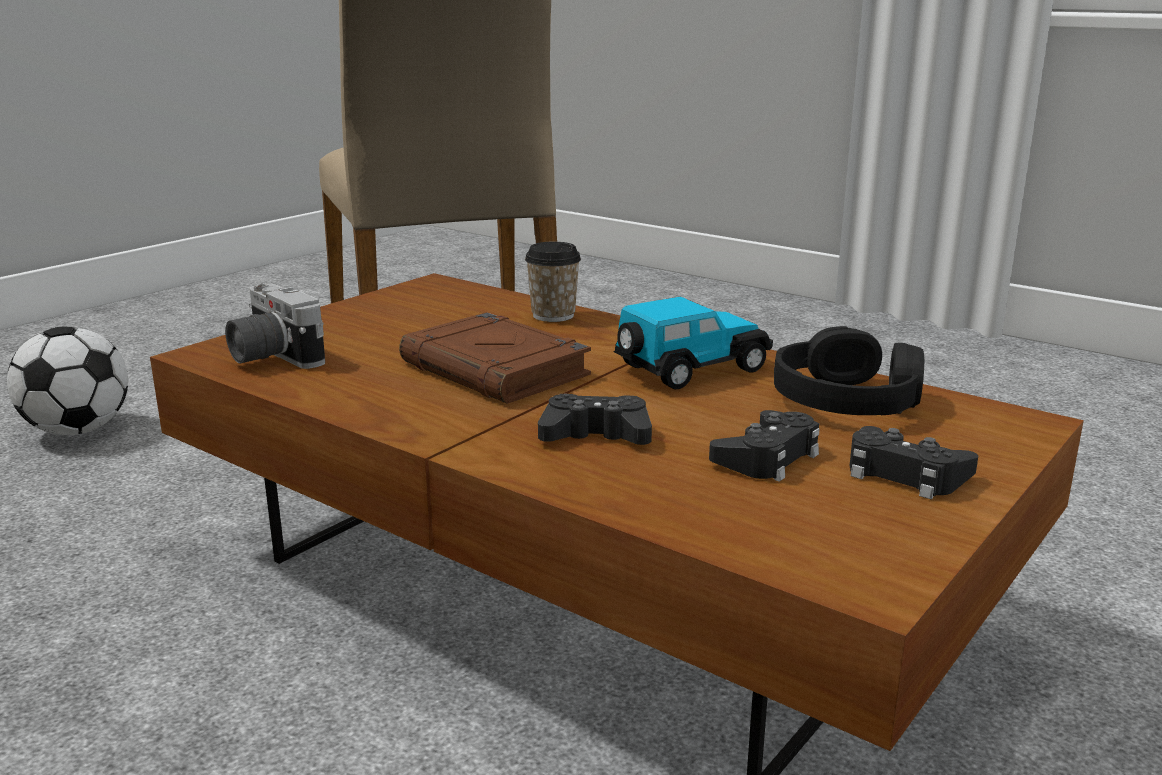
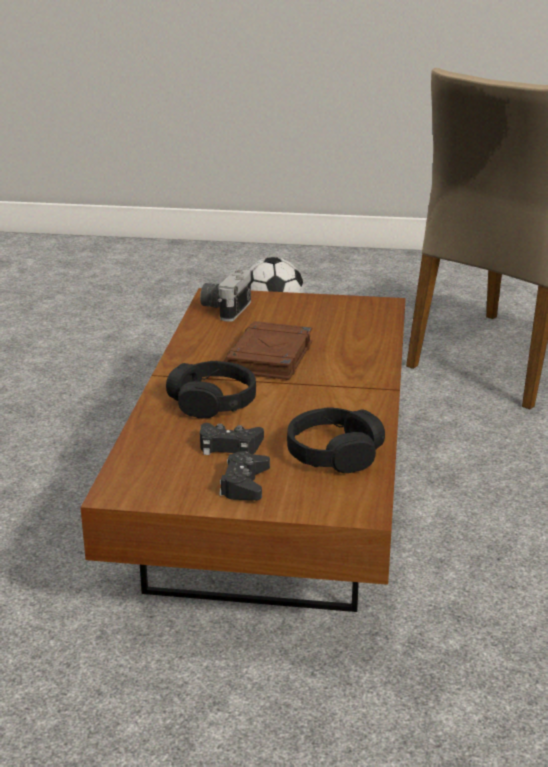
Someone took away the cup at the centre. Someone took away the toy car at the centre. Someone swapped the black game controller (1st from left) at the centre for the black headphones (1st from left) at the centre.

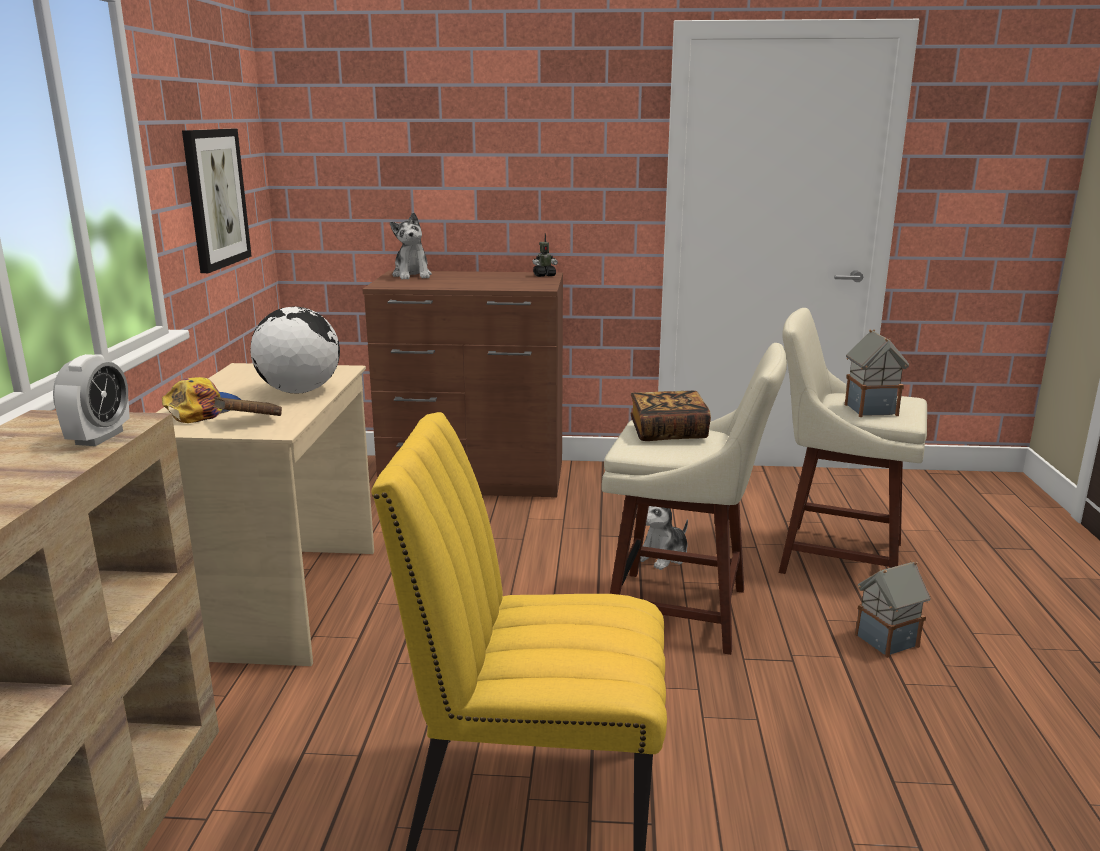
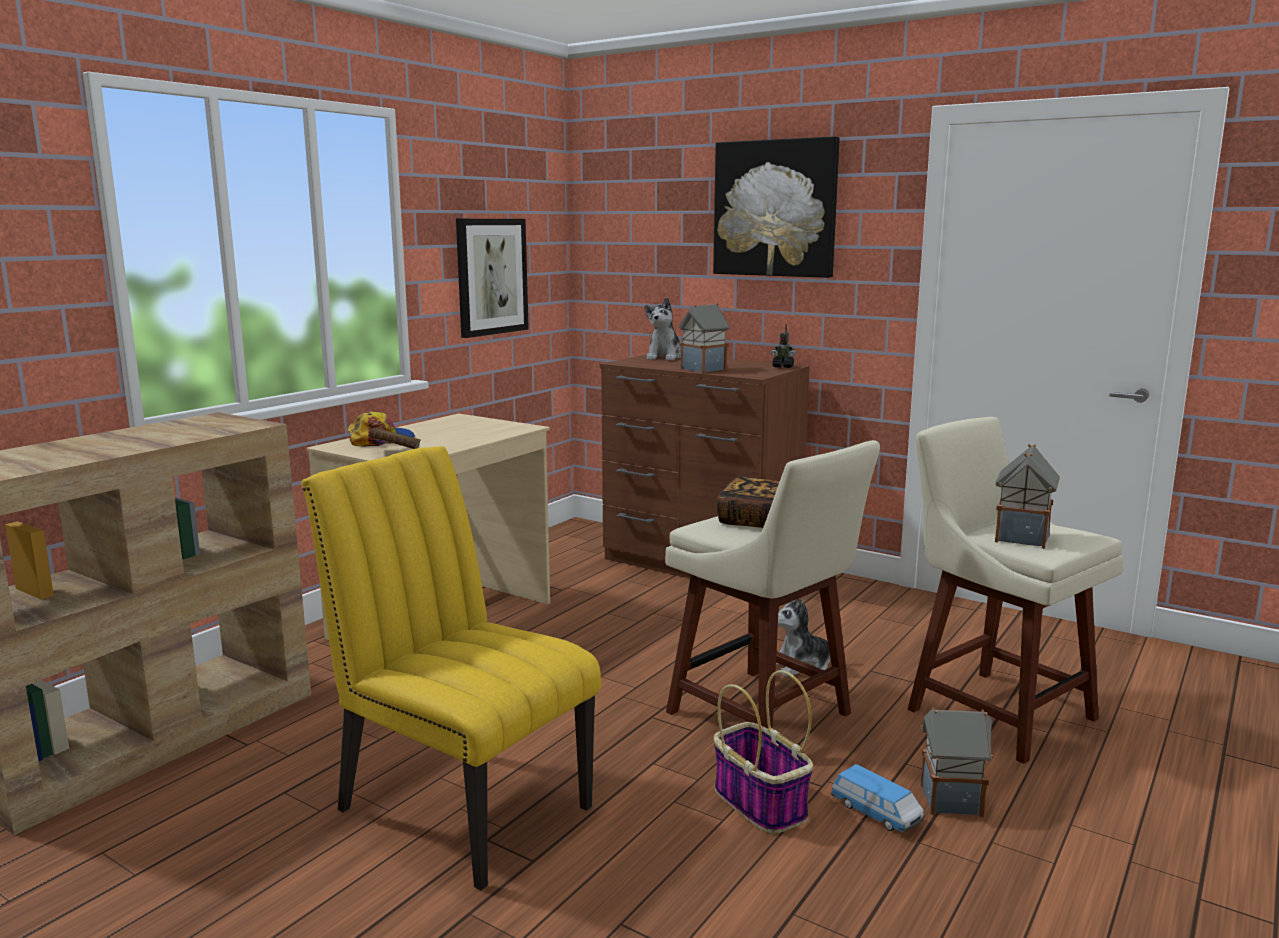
Someone took away the globe at the middle left. Someone took away the alarm clock at the middle left. Someone put up the picture (2nd from left) at the top centre. Someone put down the toy house (1st from left) at the centre. Someone put down the basket at the bottom centre. Someone put down the toy car at the bottom right.

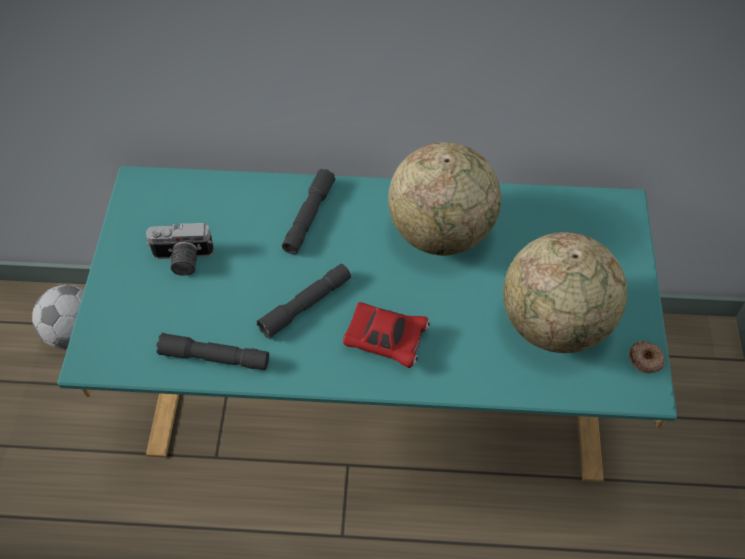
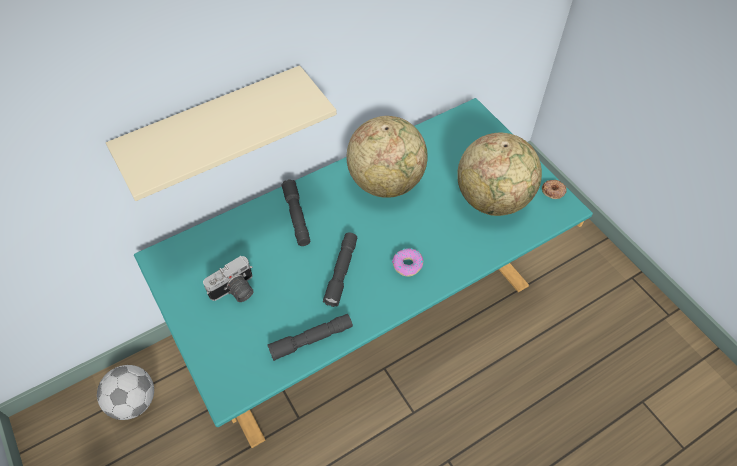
Someone swapped the red toy car at the centre for the donut (1st from left) at the centre. Someone put up the beige shelf at the top left.

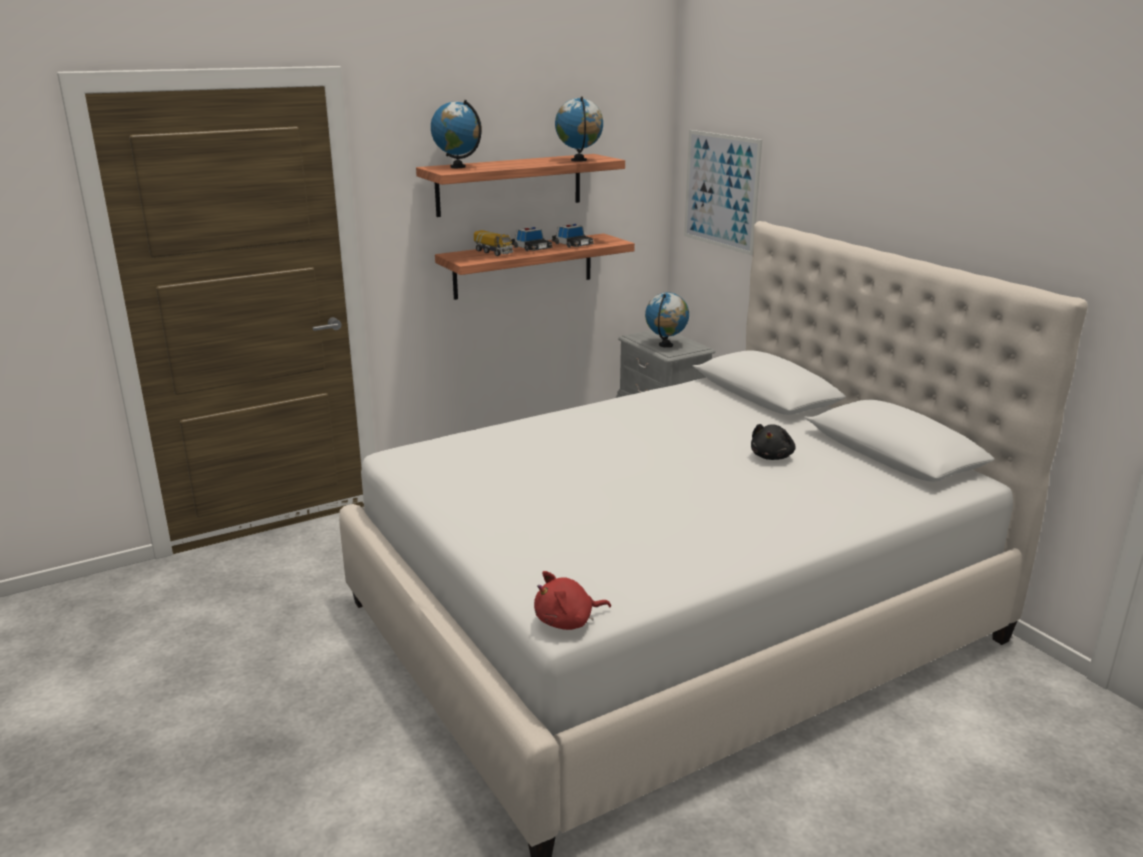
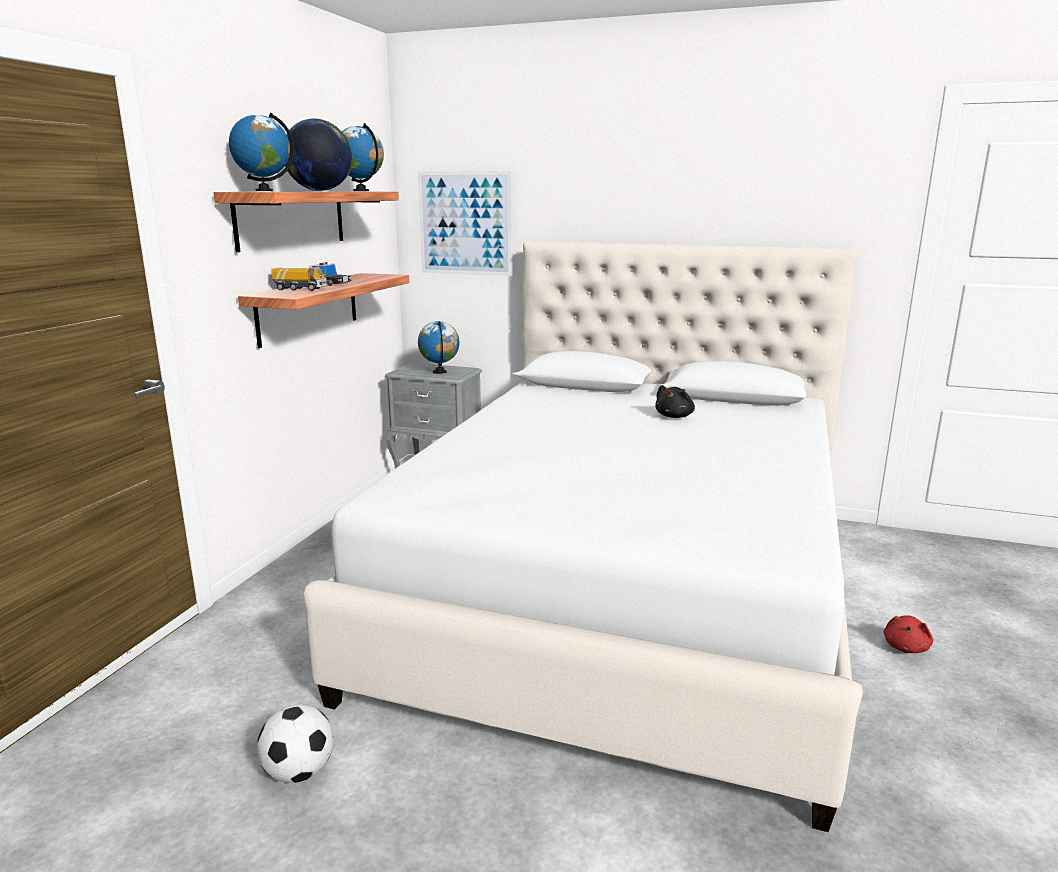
Someone took away the toy car (2nd from left) at the top centre. Someone rotated the black plush toy at the middle right by 45 degrees clockwise. Someone carried the red plush toy from the bottom centre to the bottom right. Someone put down the globe (2nd from left) at the top left. Someone put down the football at the bottom left.

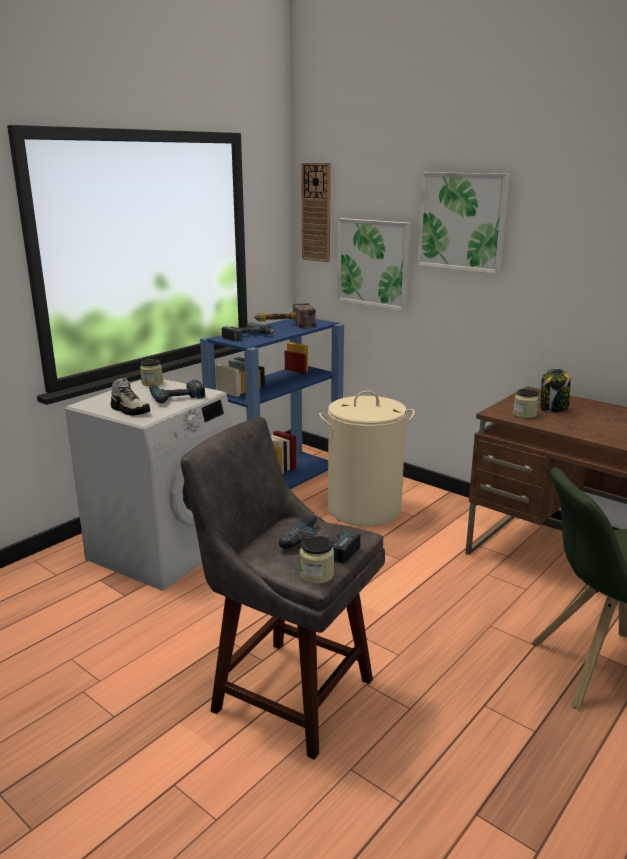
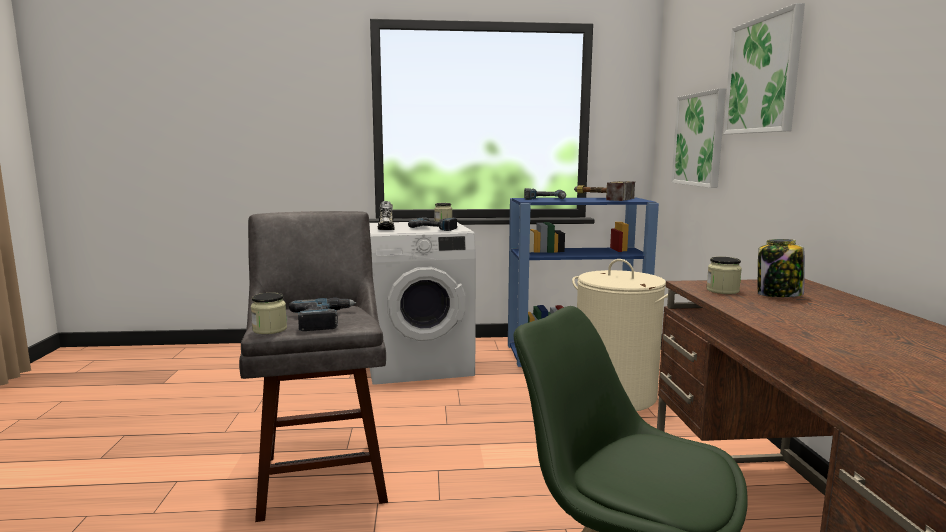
Someone took away the wall clock at the top centre.

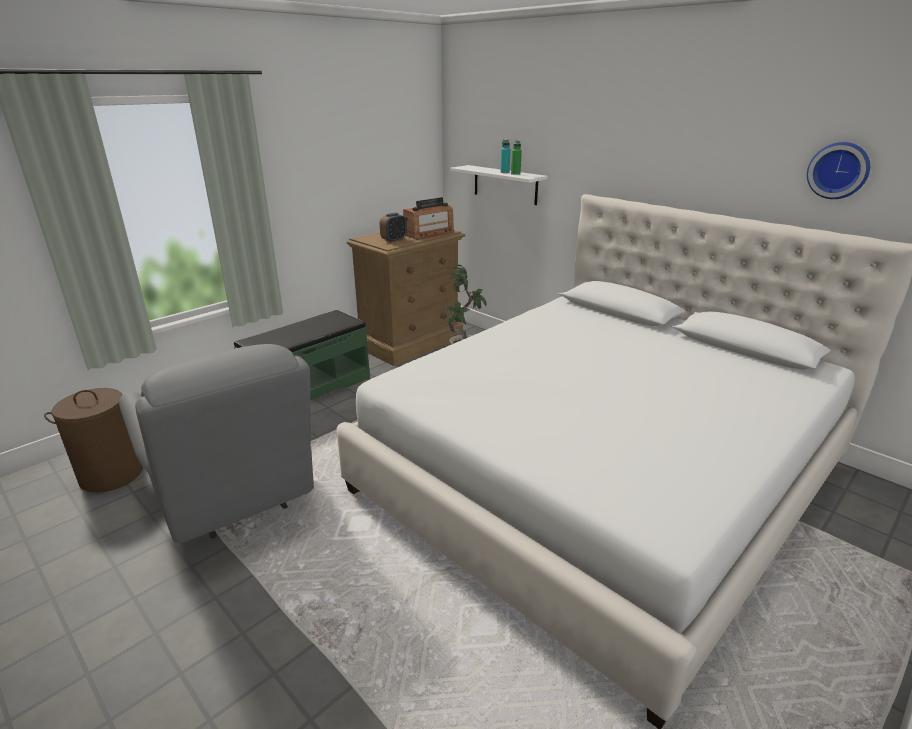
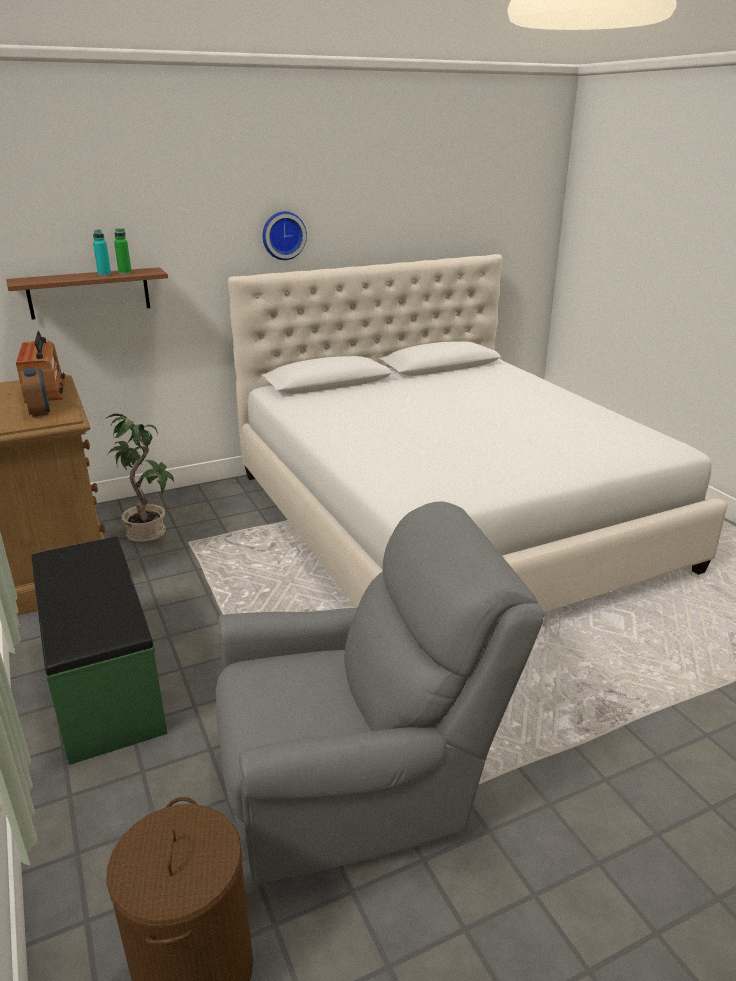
Someone carried the wall clock from the top right to the top centre. Someone repainted the white shelf at the top centre, which became the brown shelf at the top left.

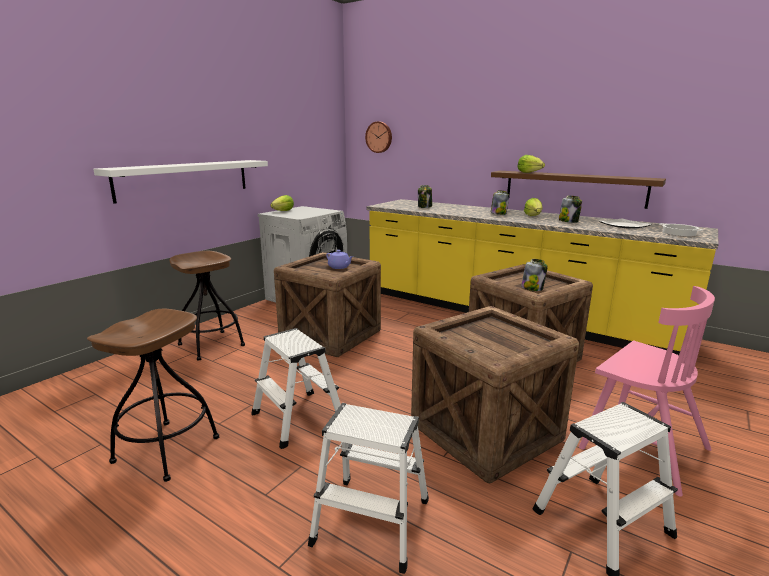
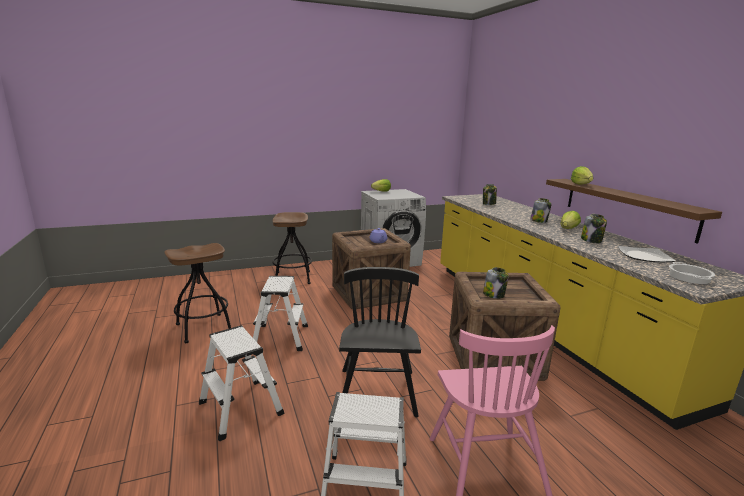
Someone took away the wall clock at the top centre. Someone took away the white shelf at the top left. Someone swapped the crate (2nd from left) at the bottom centre for the black chair at the bottom centre.

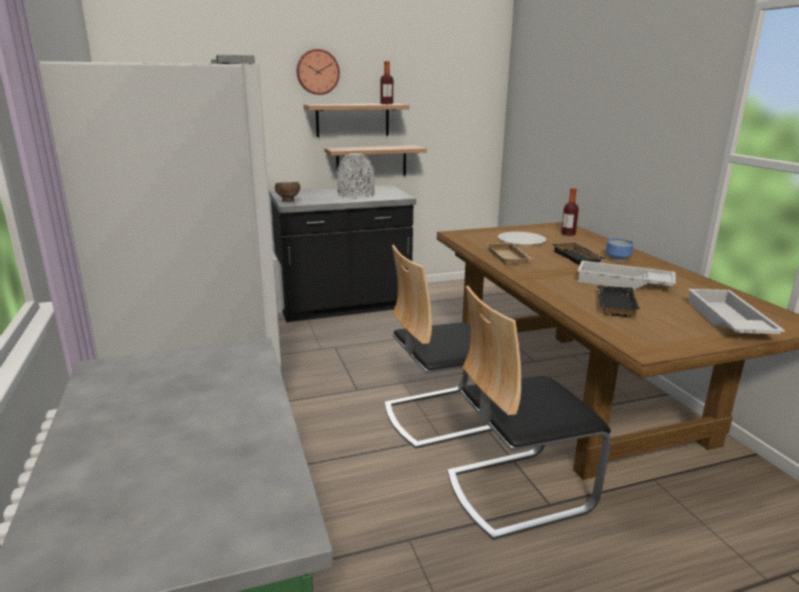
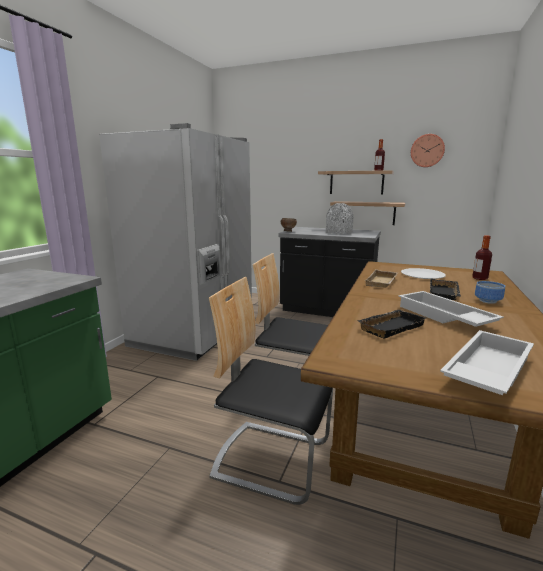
Someone carried the wall clock from the top centre to the top right.

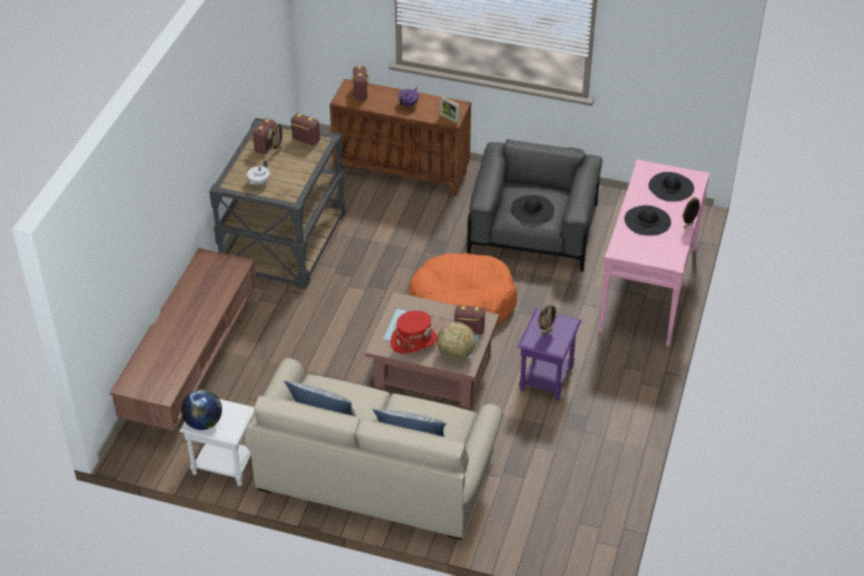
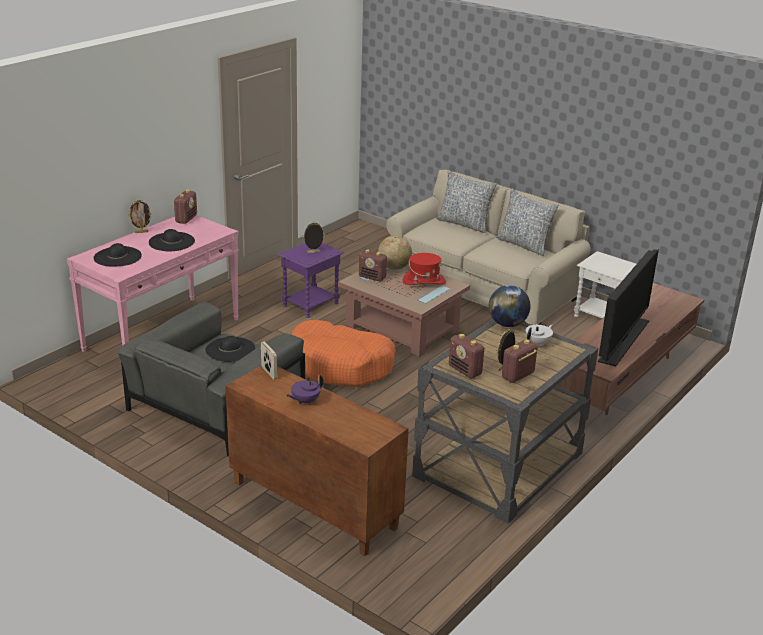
Someone carried the radio (3rd from left in the first image) from the top centre to the top left. Someone carried the globe (1st from left in the first image) from the bottom left to the middle right. Someone put down the television at the middle right.

